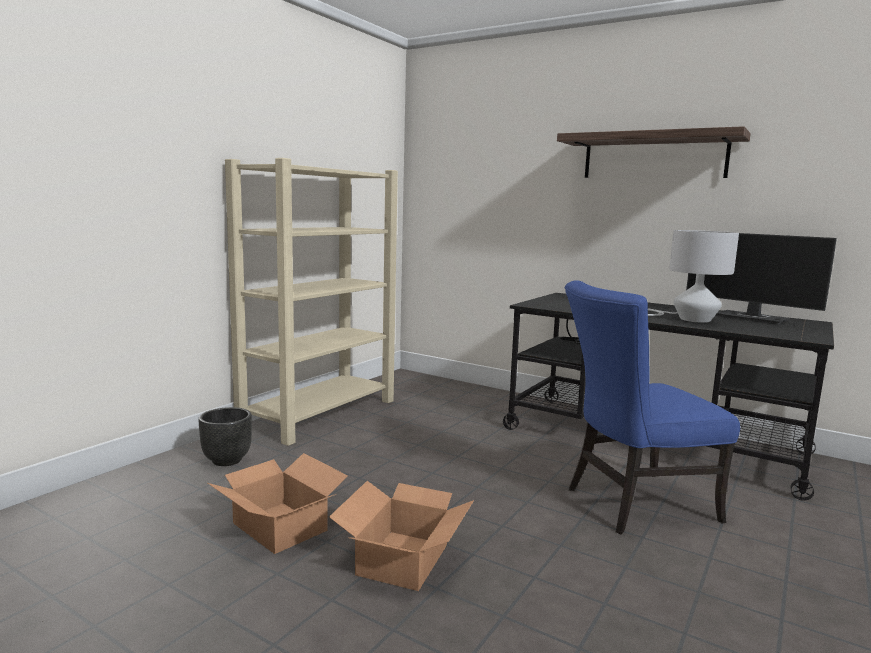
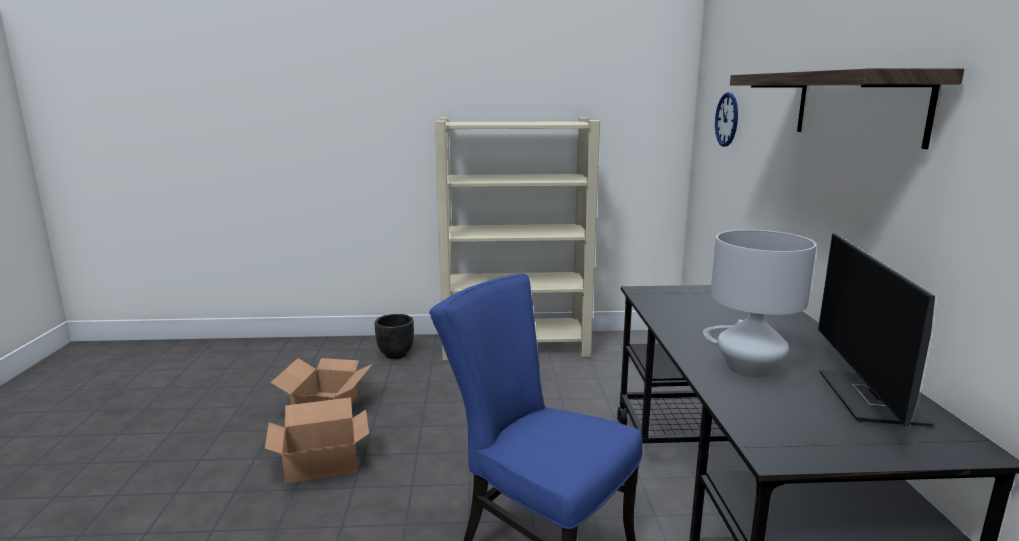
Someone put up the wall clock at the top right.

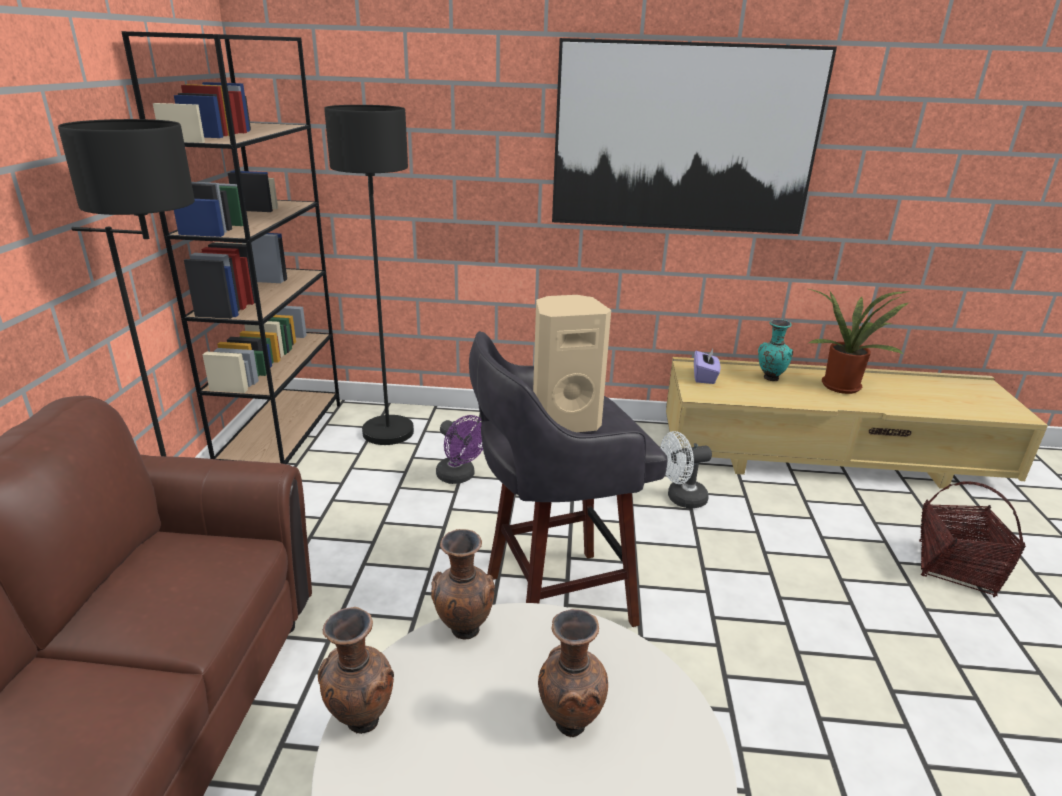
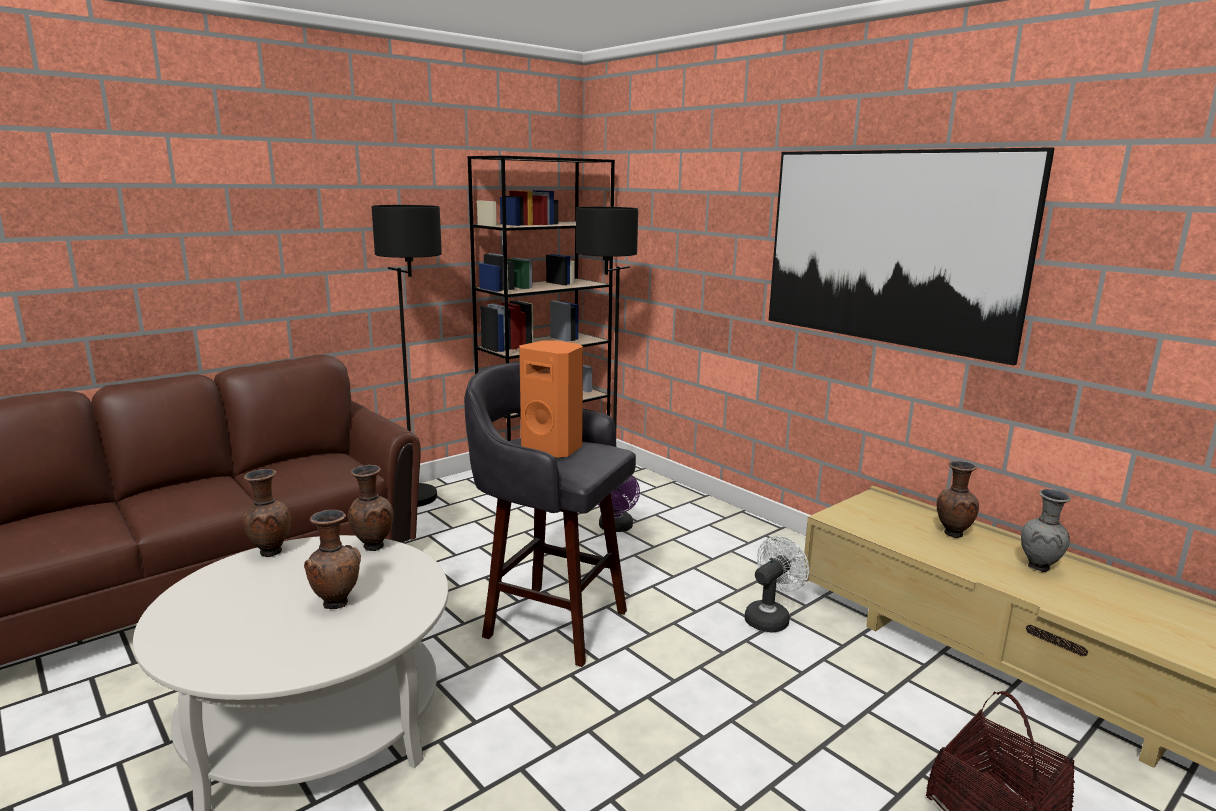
Someone swapped the potted plant at the middle right for the grey vase at the middle right. Someone repainted the beige speaker at the centre, which became the orange speaker at the centre. Someone repainted the turquoise vase at the middle right, which became the brown vase (4th from left) at the middle right. Someone took away the purple tissue box at the centre. Someone rotated the white fan at the centre by 105 degrees clockwise.

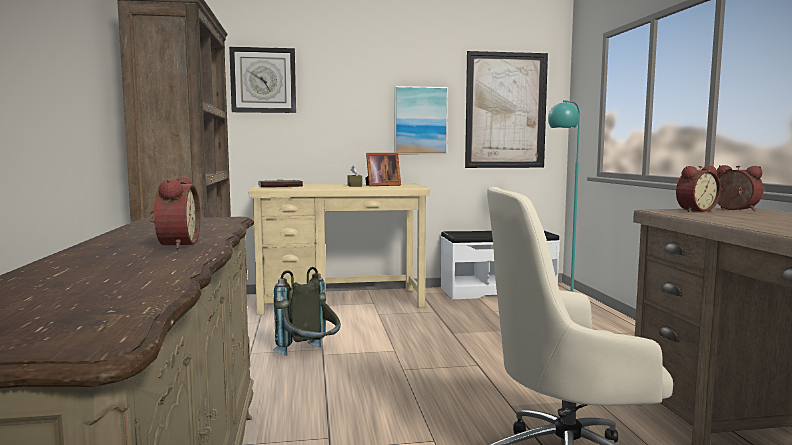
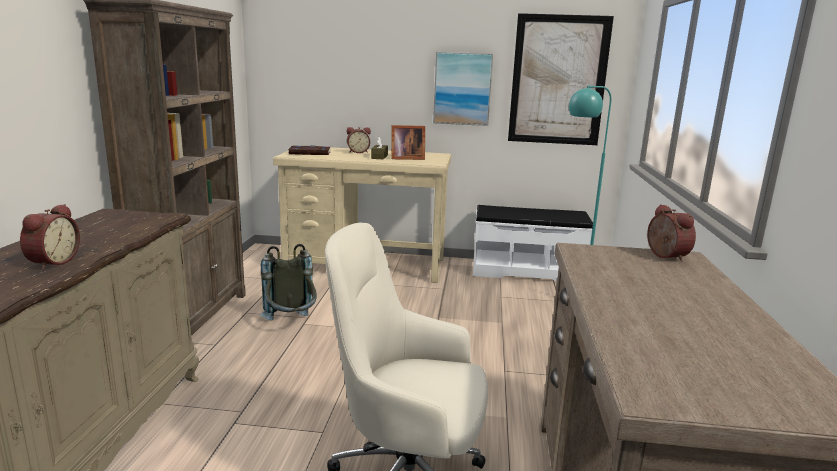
Someone took away the wall clock at the top left. Someone carried the alarm clock (2nd from left) from the middle right to the top centre.

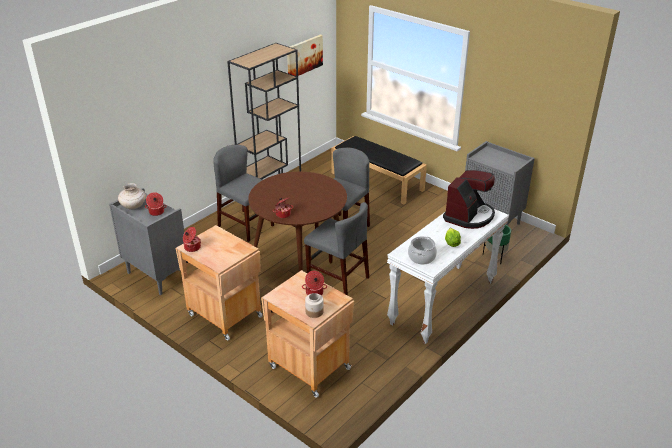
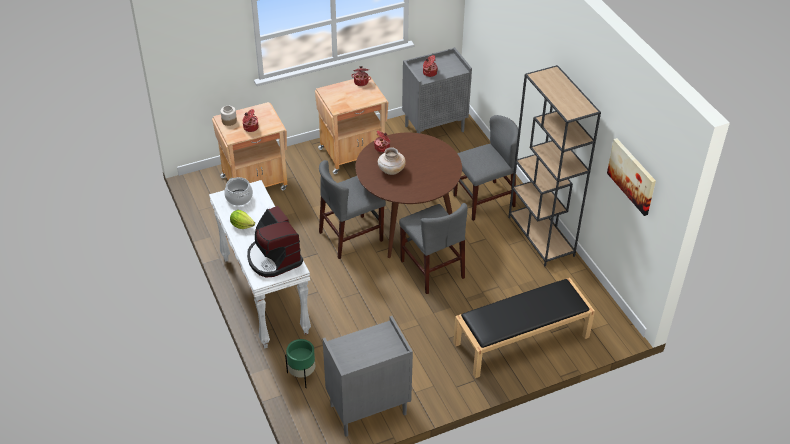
Someone carried the beige vase from the middle left to the centre.

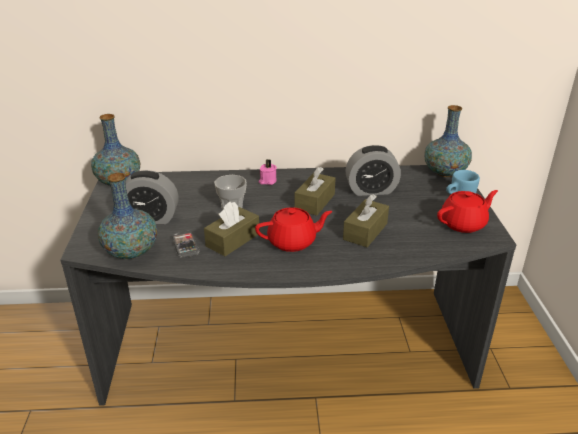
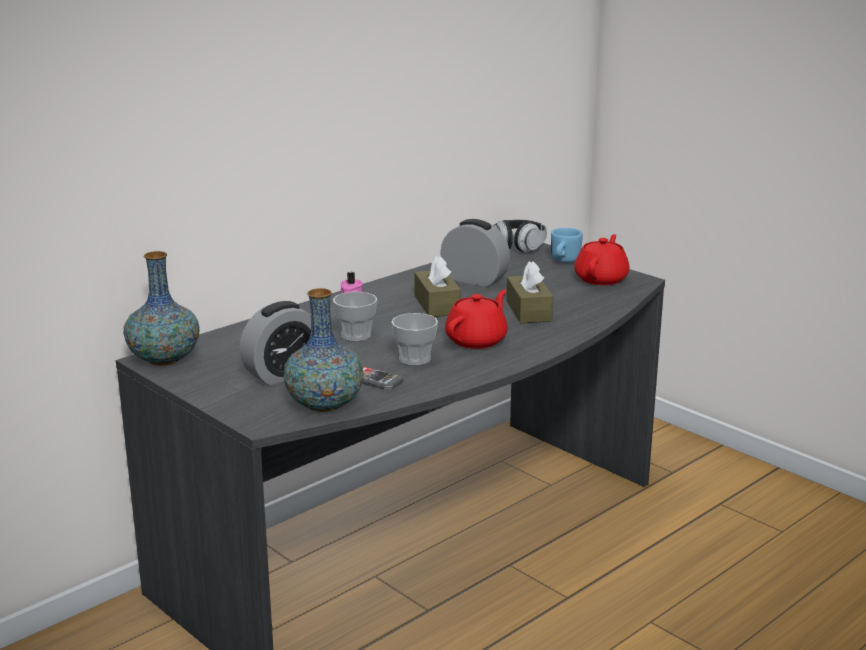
Someone swapped the vase (3rd from left) at the top right for the headphones at the centre. Someone rotated the alarm clock (2nd from left) at the centre by 105 degrees counterclockwise. Someone swapped the brown tissue box (1st from left) at the centre for the cup (2nd from left) at the centre.

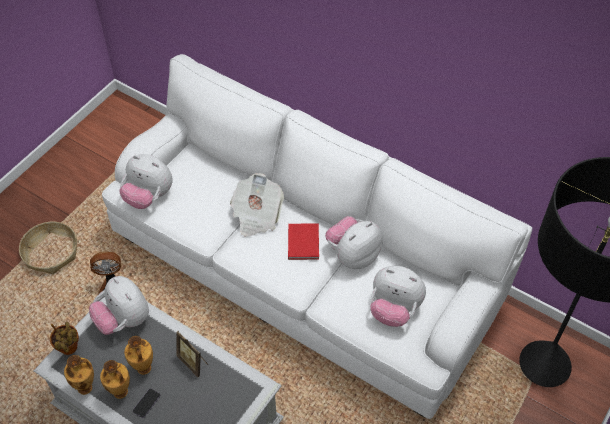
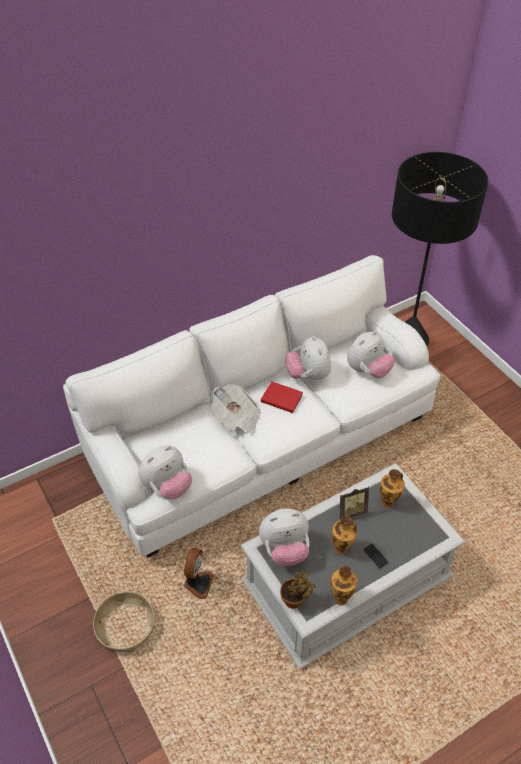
Someone carried the vase (2nd from left in the first image) from the bottom left to the middle right.

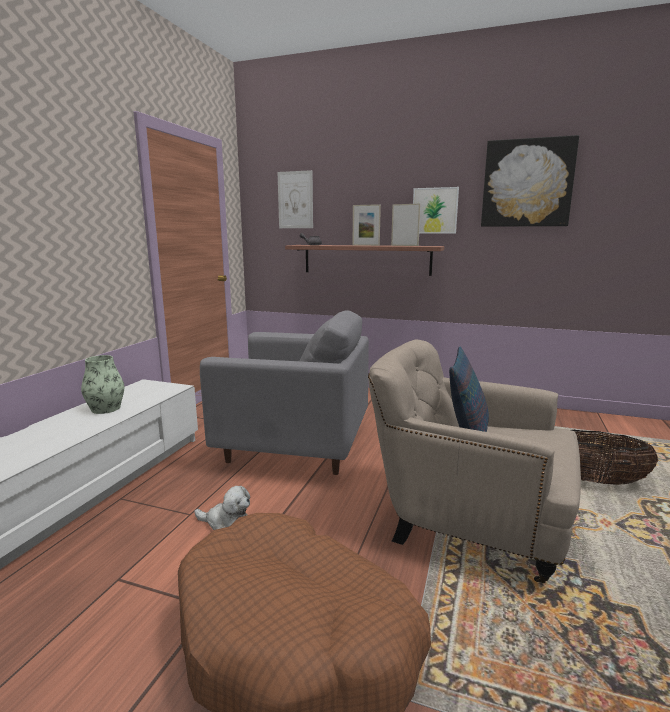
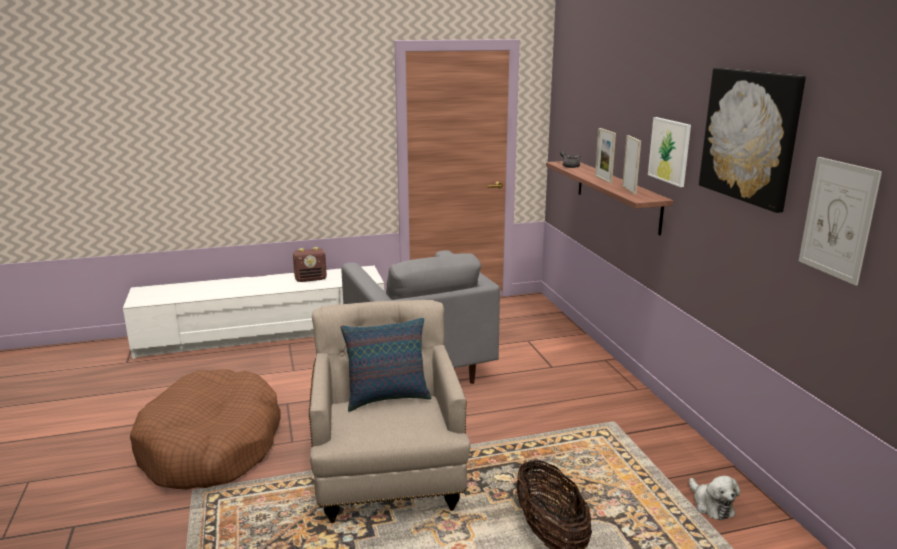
Someone carried the picture (1st from left in the first image) from the top centre to the middle right. Someone swapped the vase at the middle left for the radio at the centre. Someone carried the plush toy from the bottom left to the bottom right.

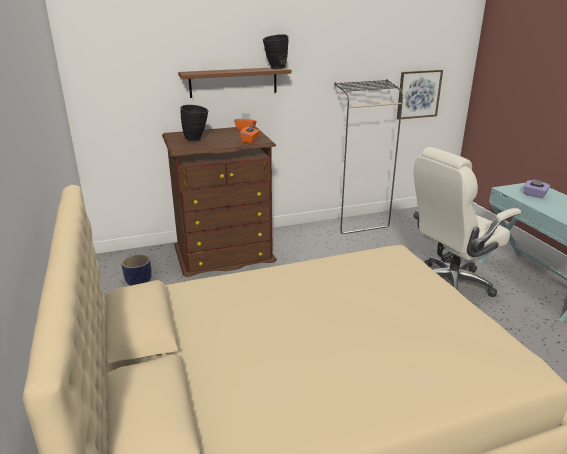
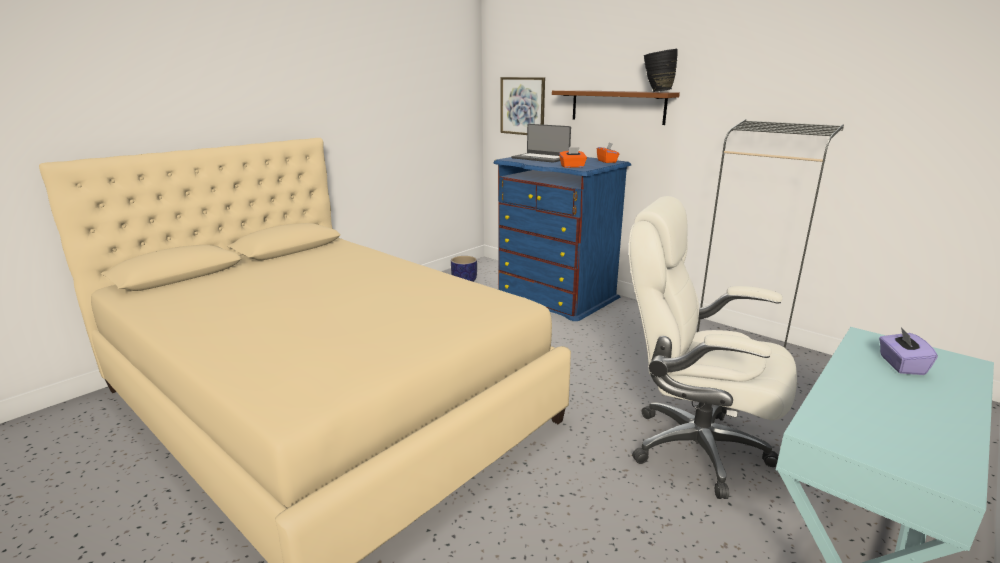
Someone carried the picture from the top right to the top centre. Someone swapped the black vase (1st from left) at the top centre for the laptop at the top centre. Someone repainted the brown dresser at the centre, which became the blue dresser at the centre.

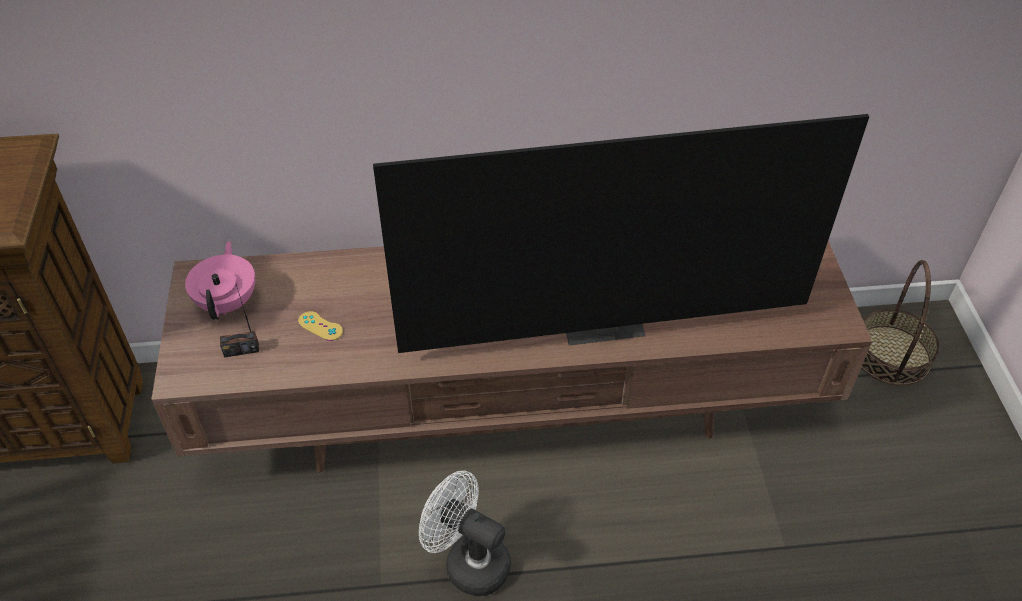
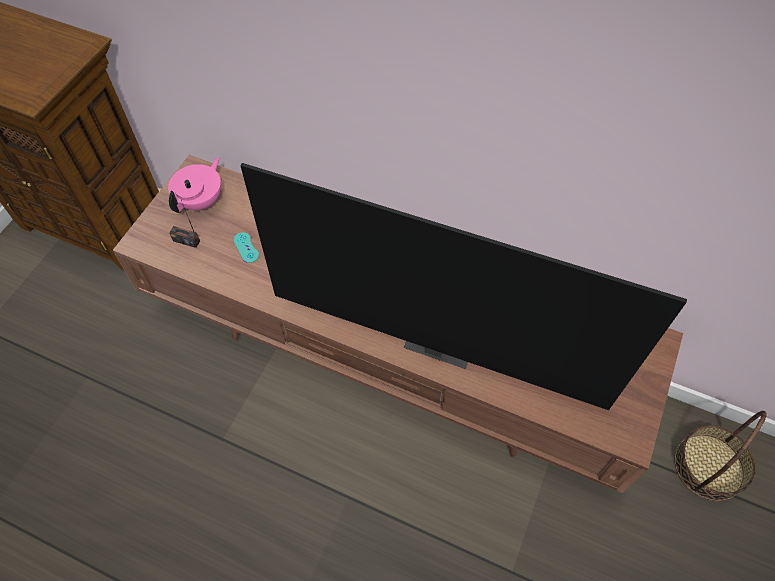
Someone repainted the yellow game controller at the middle left, which became the turquoise game controller at the middle left. Someone took away the white fan at the bottom centre.

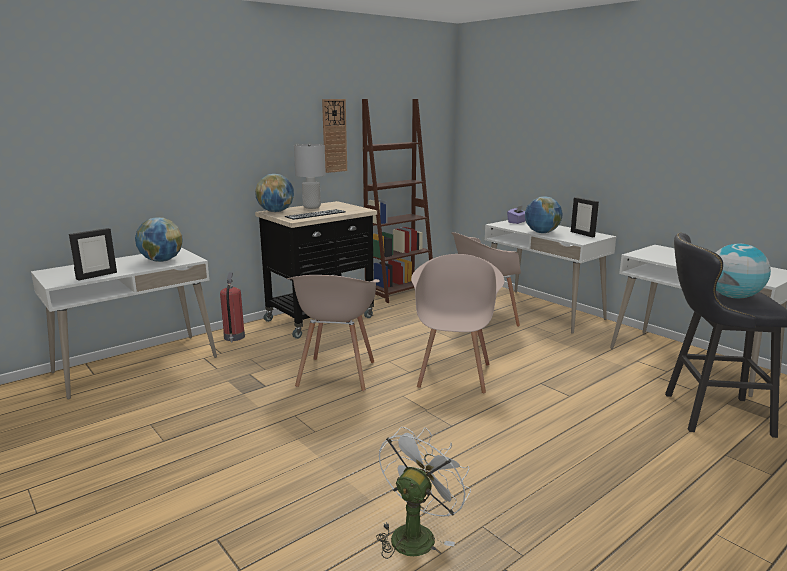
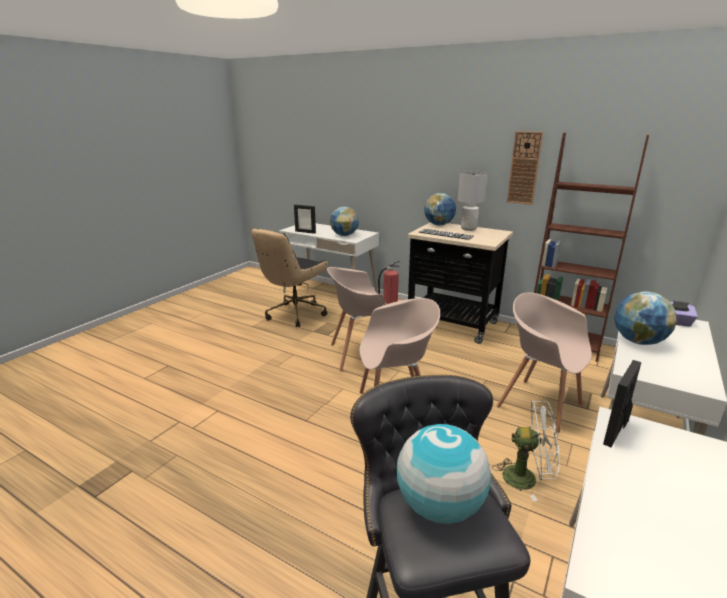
Someone carried the picture frame (2nd from left) from the middle right to the bottom right. Someone carried the white fan from the bottom centre to the bottom right. Someone put down the black office chair at the centre.

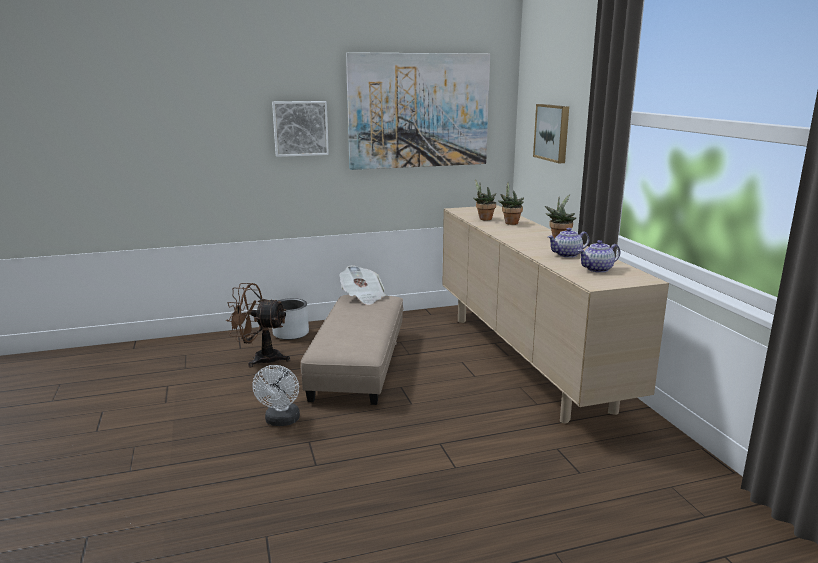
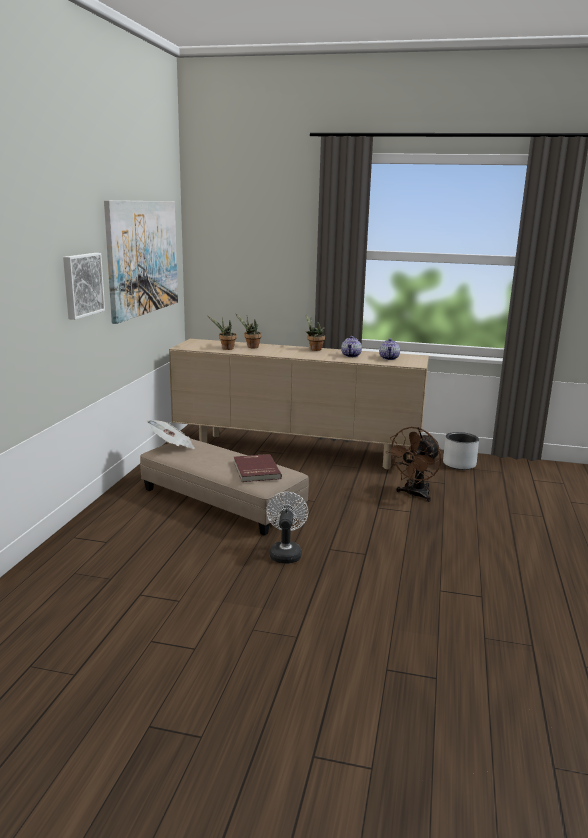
Someone took away the picture (3rd from left) at the top right. Someone carried the brown fan from the middle left to the middle right. Someone carried the grey planter from the centre to the middle right. Someone rotated the white fan at the bottom centre by 120 degrees counterclockwise. Someone put down the red book at the centre.

